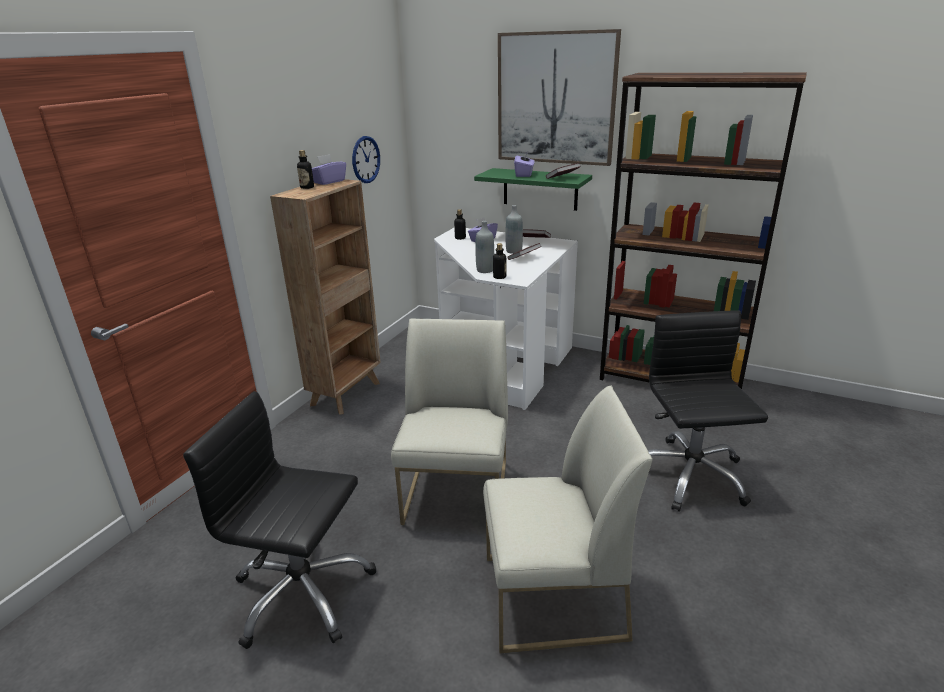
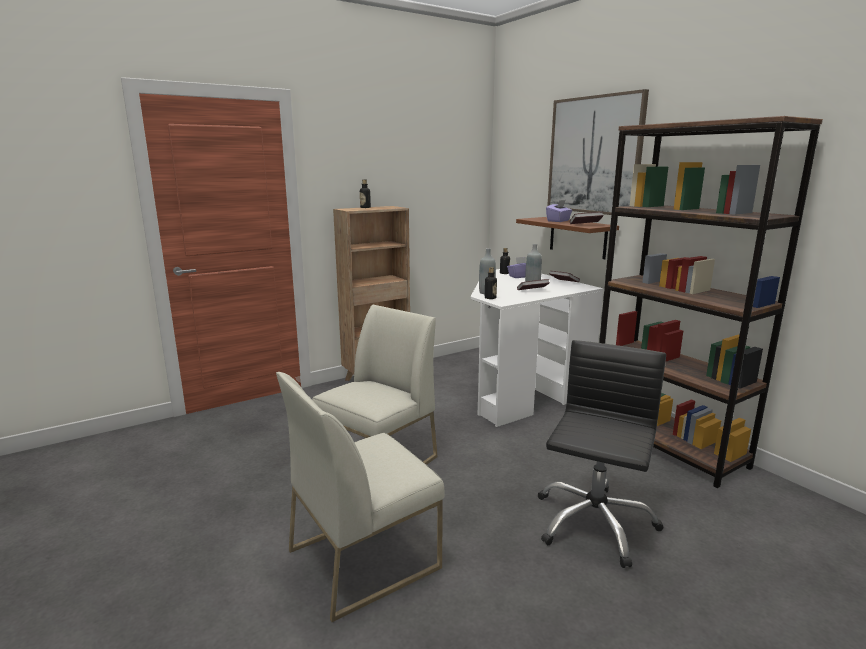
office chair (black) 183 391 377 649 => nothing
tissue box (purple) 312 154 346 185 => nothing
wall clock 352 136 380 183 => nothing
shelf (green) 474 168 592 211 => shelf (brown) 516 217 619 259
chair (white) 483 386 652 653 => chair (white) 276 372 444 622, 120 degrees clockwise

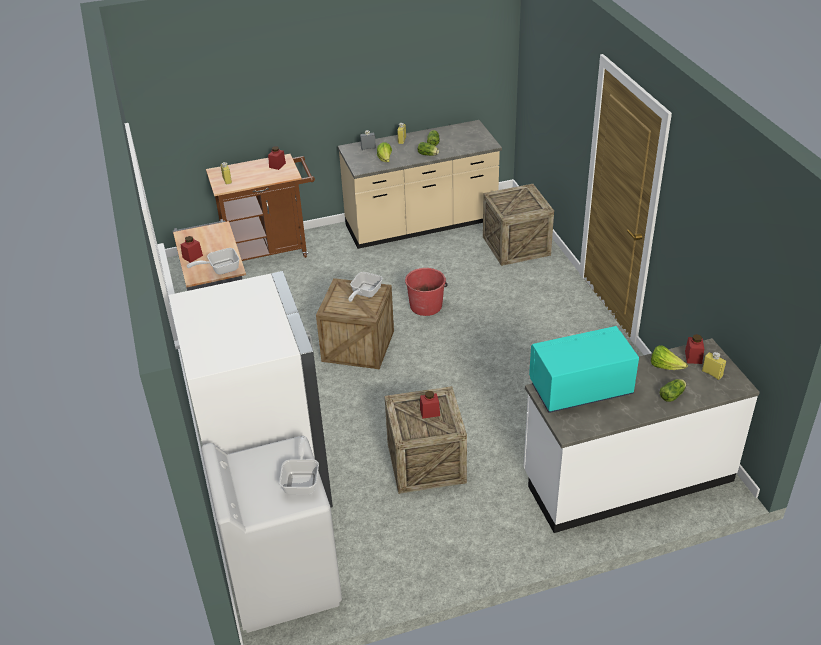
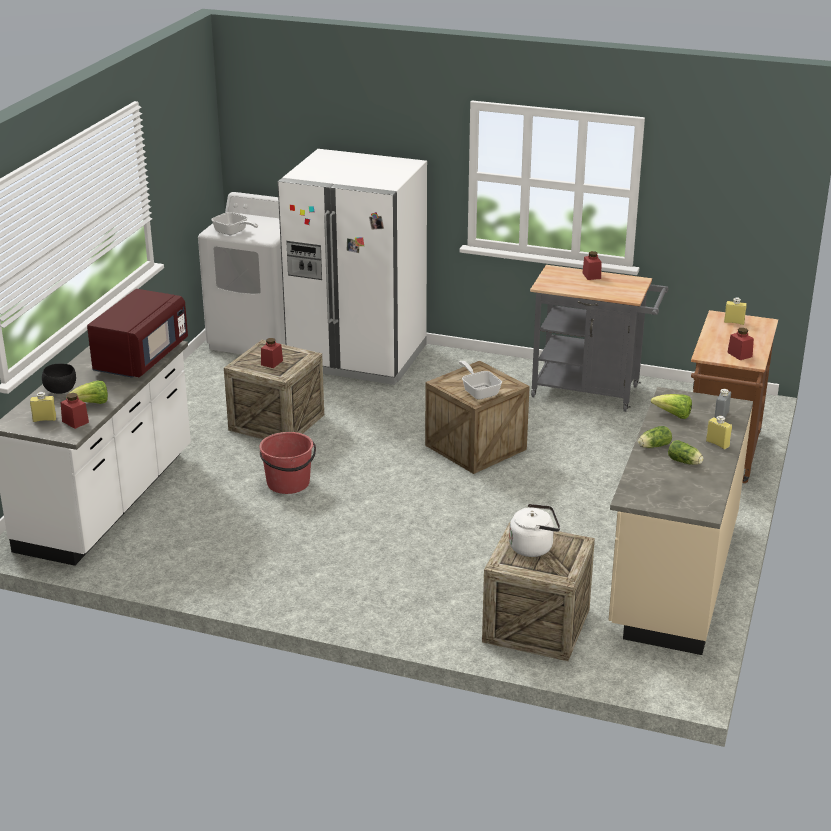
frying pan 187 248 240 275 => nothing
nothing => kettle (white) 509 504 560 557
bucket (red) 405 268 448 316 => bucket (red) 259 432 316 494, moved
lettuce 660 379 686 402 => bowl (black) 42 364 76 394
microwave (turquoise) 529 326 639 413 => microwave (red) 87 289 188 378

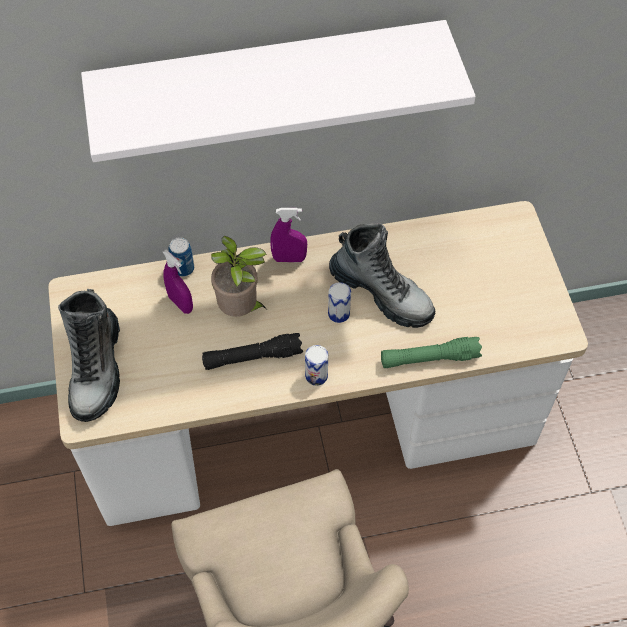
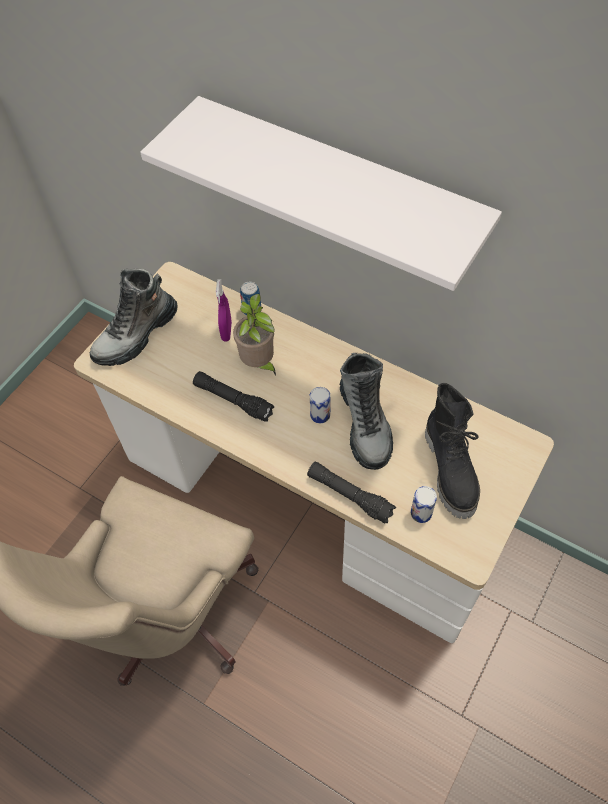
spray bottle (purple) 270 208 307 262 => nothing
nothing => boot (black) 425 383 480 519
can 305 345 328 386 => can 411 486 437 523, moved
flashlight (green) 381 337 482 368 => flashlight (black) 307 461 396 524

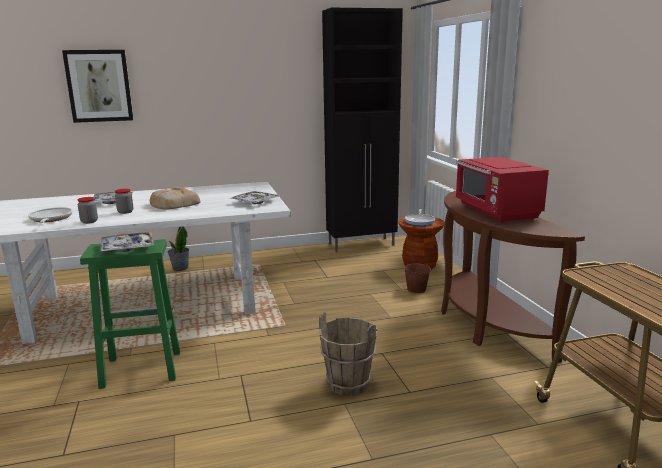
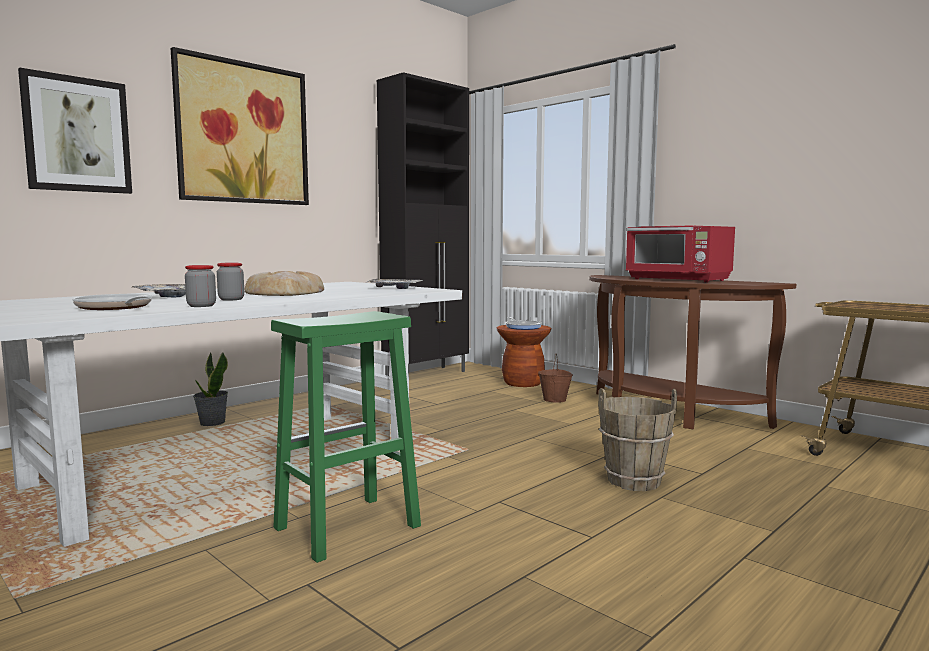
tray 101 232 154 252 => nothing
nothing => picture 171 47 309 205

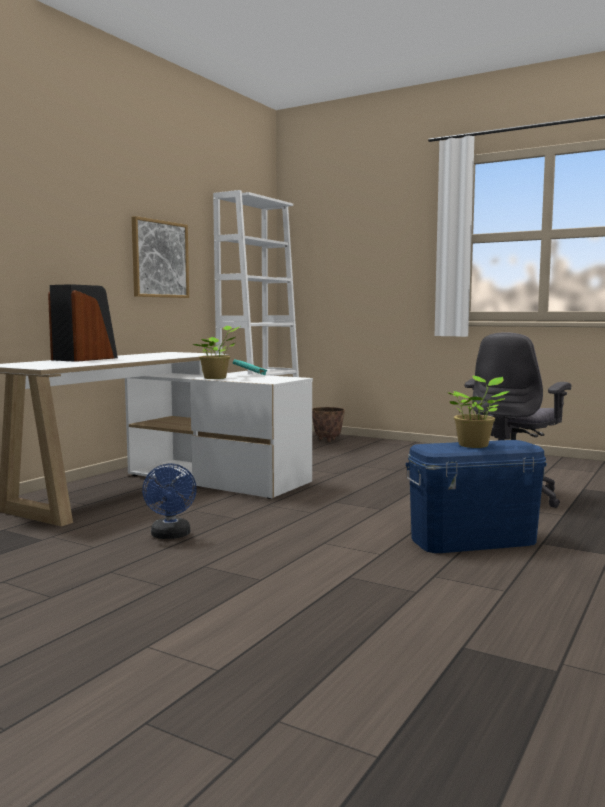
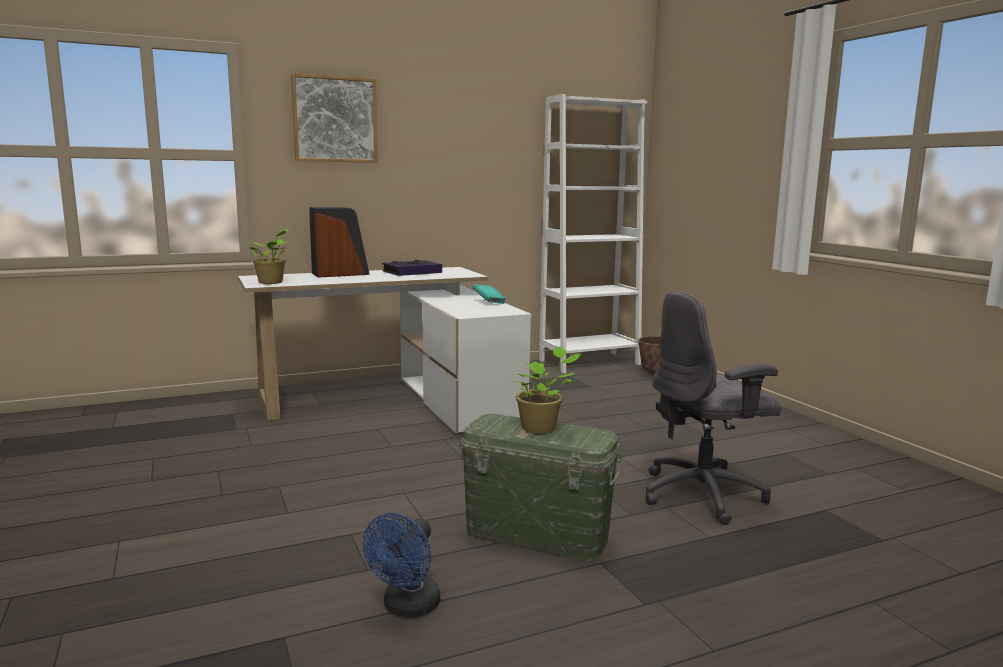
nothing => book 382 260 442 276
picture 132 216 189 298 => picture 291 73 378 163, moved
fan (blue) 142 463 197 539 => fan (blue) 363 513 440 618, moved
potted plant 193 326 241 379 => potted plant 247 228 289 284, moved
storage box (blue) 405 440 547 553 => storage box (green) 459 414 623 562

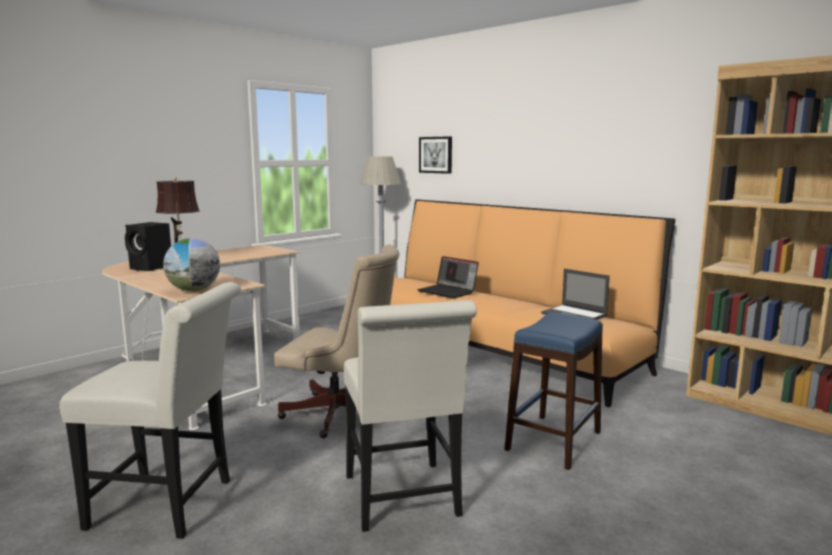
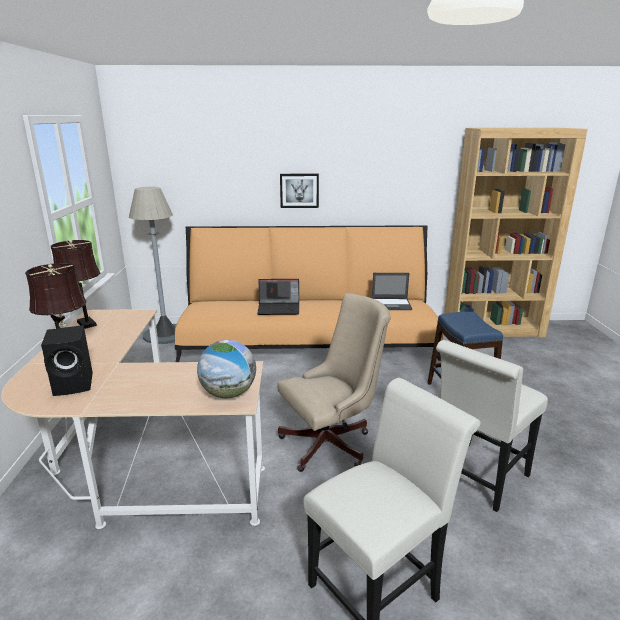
nothing => table lamp (brown) 51 240 100 329
picture 419 136 452 174 => picture 280 174 319 208, moved
chair (white) 344 300 477 532 => chair (white) 436 340 548 512, 105 degrees clockwise

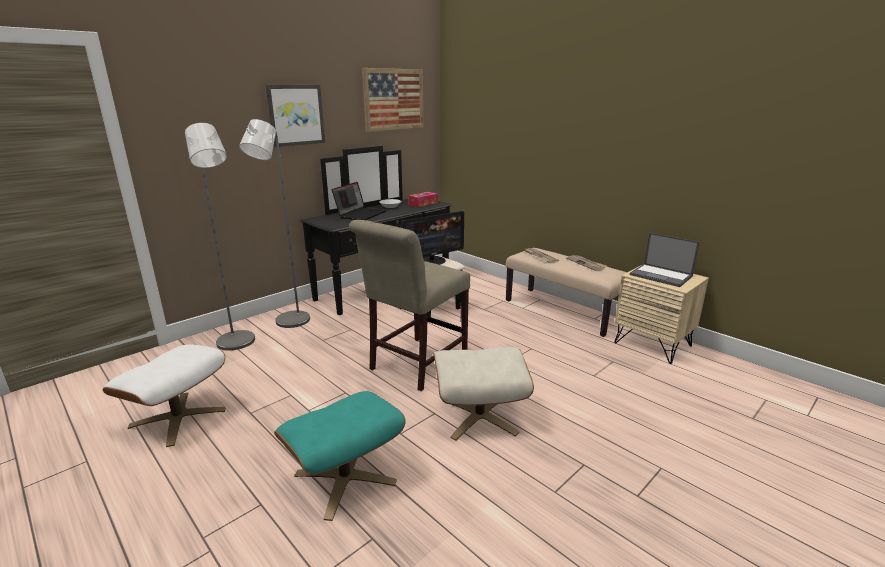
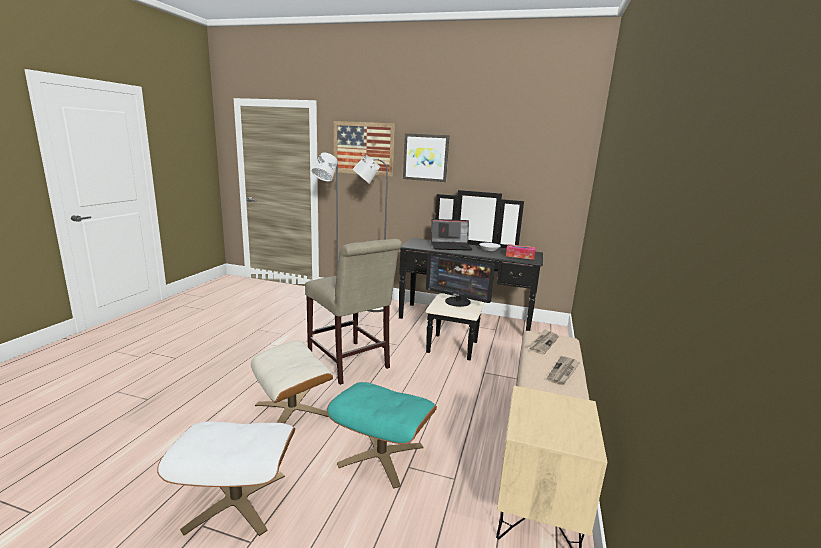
laptop 630 232 700 287 => nothing
ottoman (white) 103 345 225 447 => ottoman (white) 157 421 295 536, moved
ottoman (turquoise) 274 391 406 521 => ottoman (turquoise) 327 382 437 489, moved
picture 362 68 424 132 => picture 333 121 395 177, moved
chair (beige) 349 220 470 391 => chair (beige) 305 239 402 385, 135 degrees counterclockwise

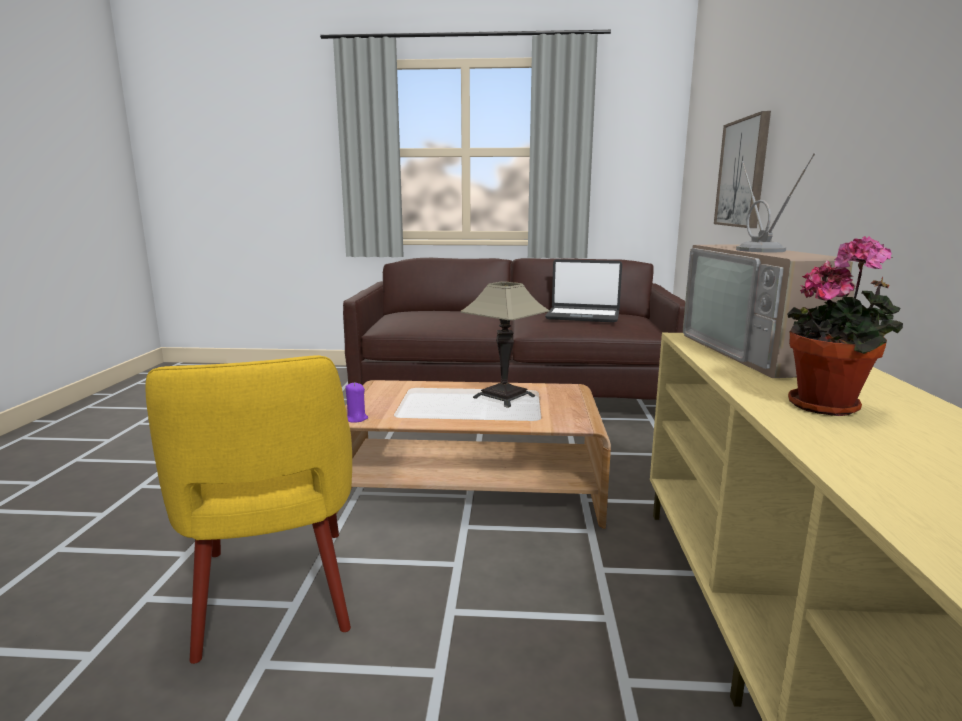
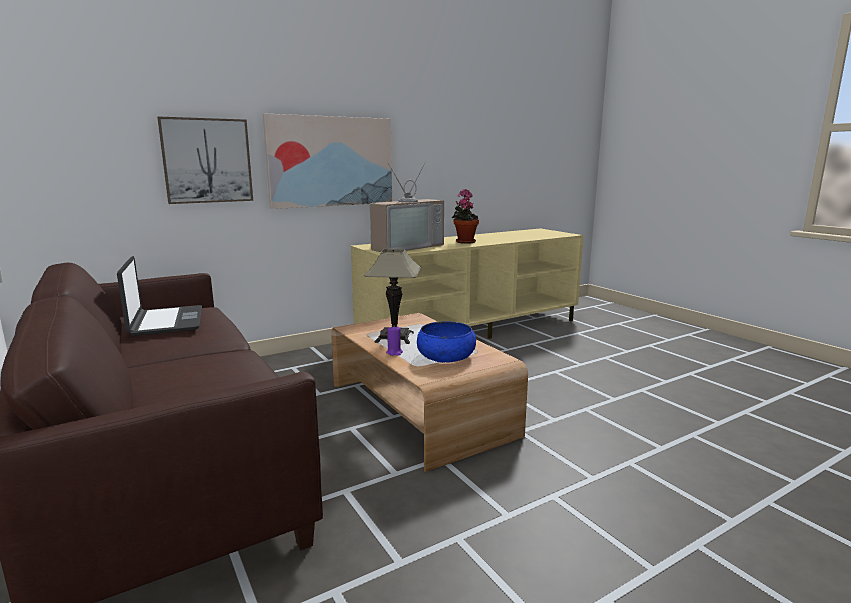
armchair (yellow) 145 355 352 664 => nothing
nothing => picture 263 113 392 209
nothing => bowl (blue) 417 321 476 363
candle (purple) 345 383 368 423 => candle (purple) 386 327 403 356, moved

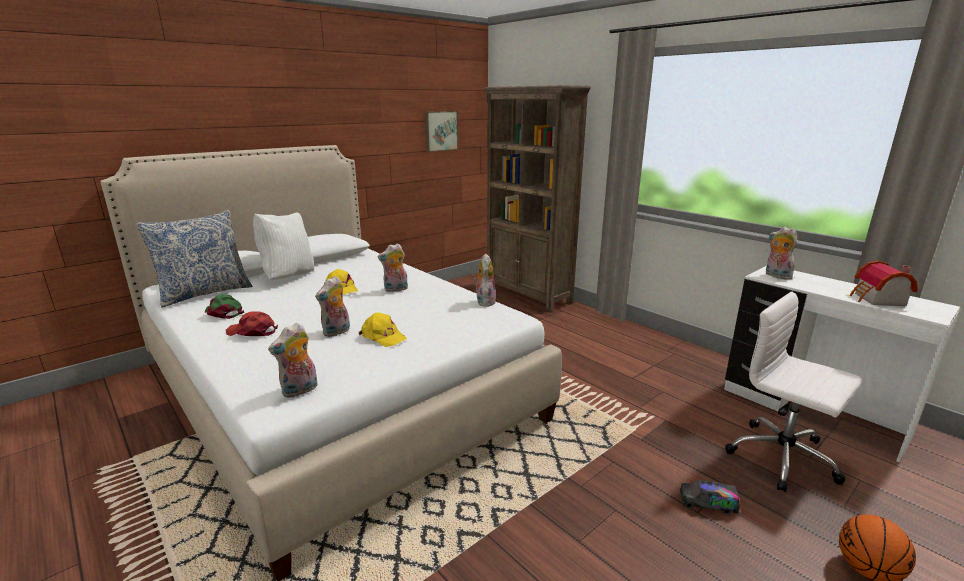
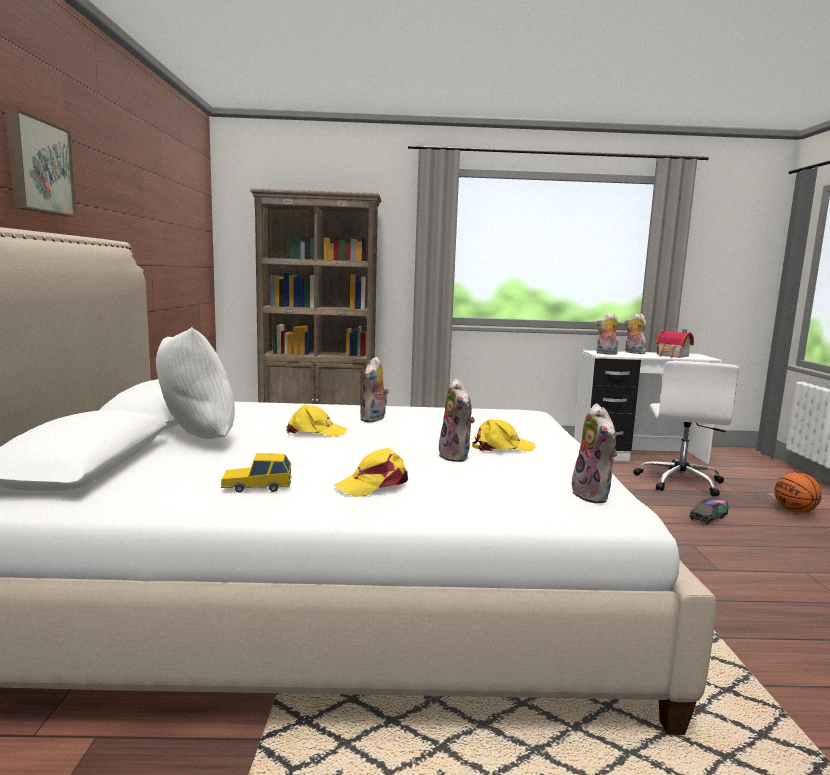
pillow 136 210 252 308 => nothing
picture 425 111 458 152 => picture 5 108 76 217, moved
plush toy 473 254 496 307 => plush toy 625 314 647 354, moved
cap (green) 205 294 244 319 => toy car 221 453 291 492
cap (red) 226 311 278 336 => cap (yellow) 333 448 408 497
office chair (white) 725 291 862 492 => office chair (white) 634 361 739 496, 75 degrees counterclockwise

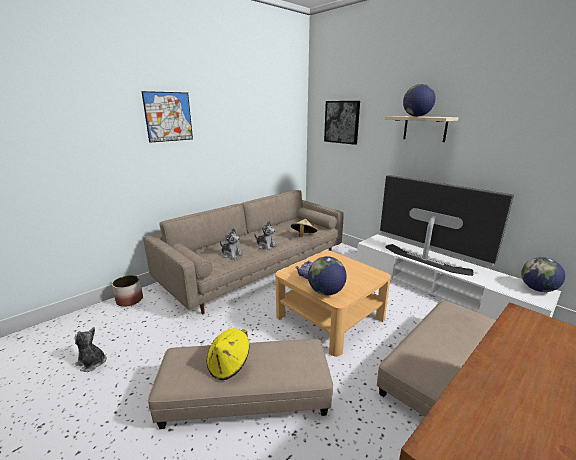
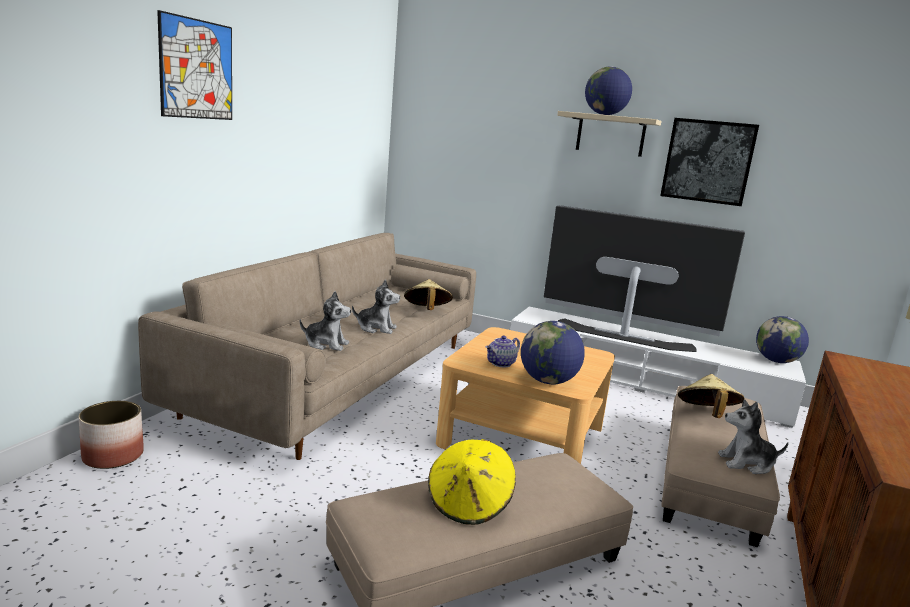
nothing => hat (beige) 678 374 745 418
plush toy 75 327 107 372 => plush toy 718 400 789 474, moved
picture 324 101 360 145 => picture 660 118 759 206, moved

